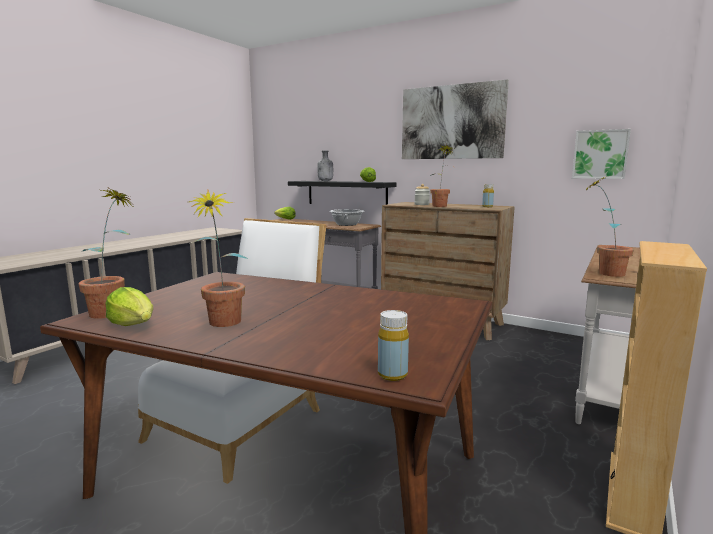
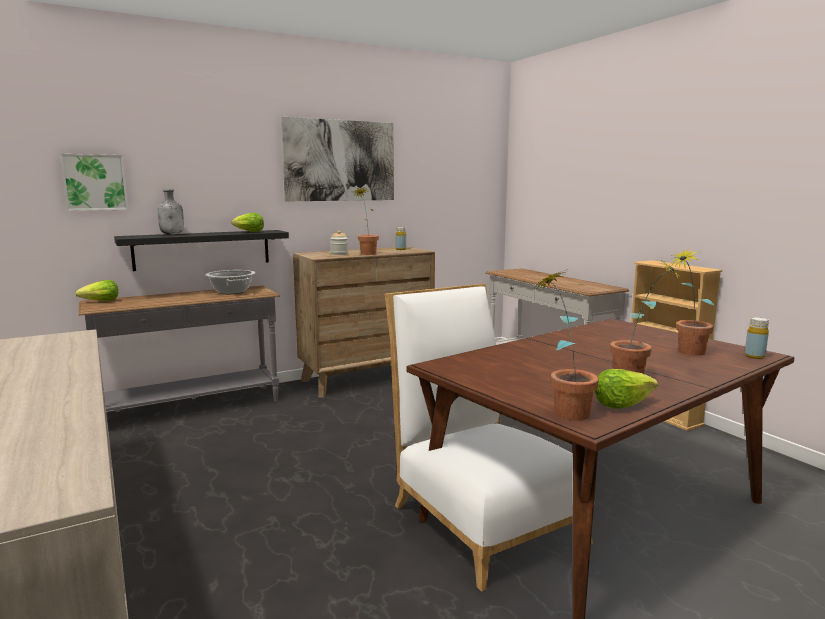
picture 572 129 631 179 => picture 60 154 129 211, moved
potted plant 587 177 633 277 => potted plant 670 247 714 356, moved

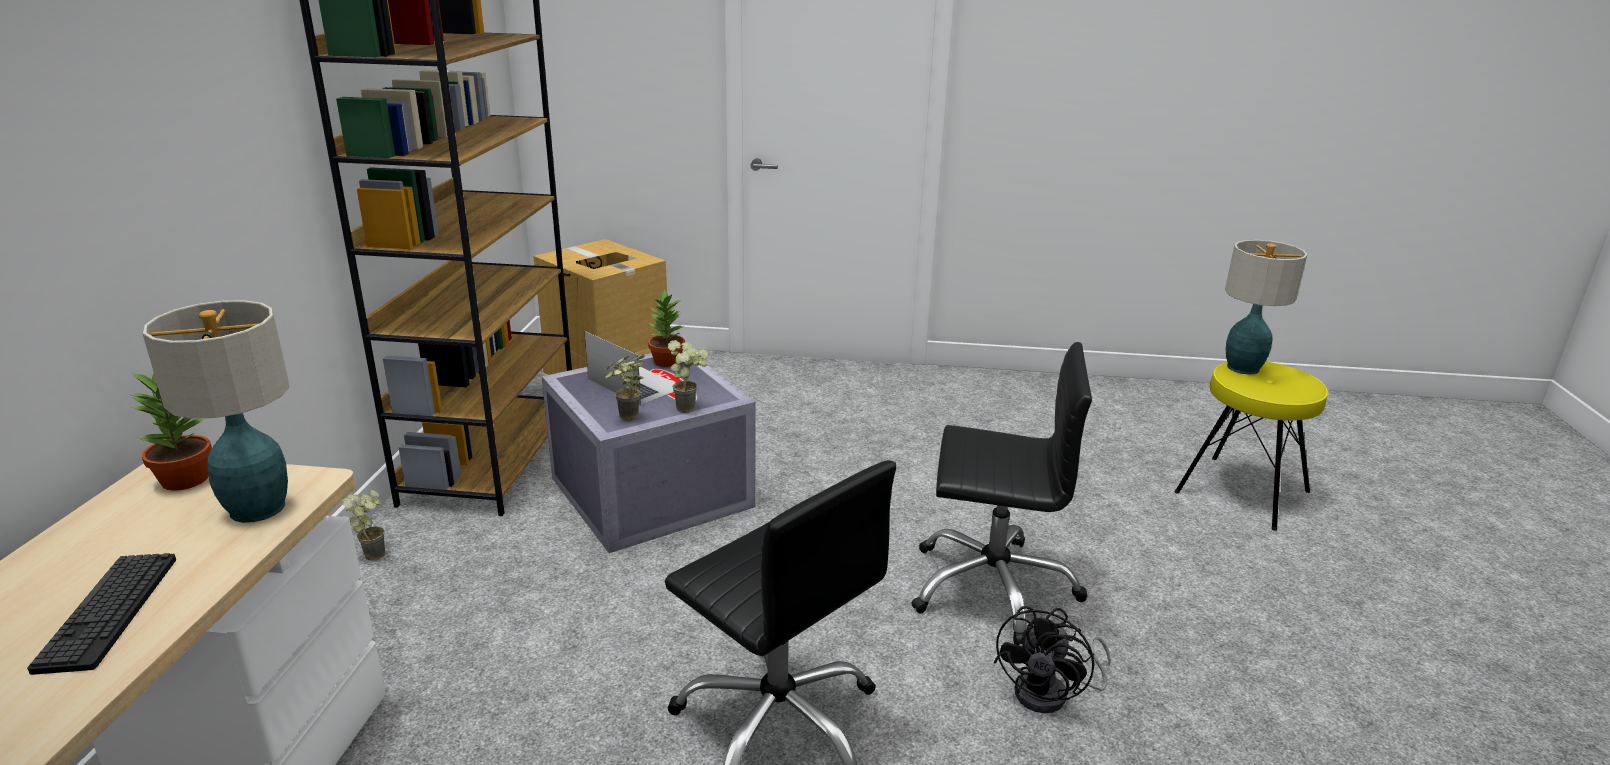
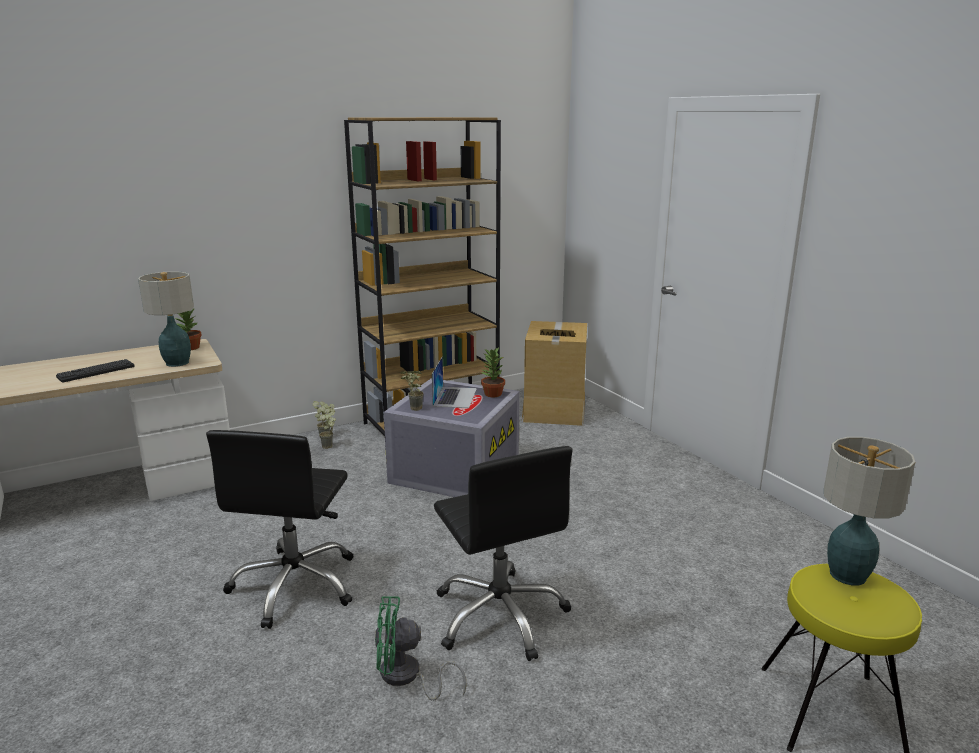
potted plant 668 340 708 413 => potted plant 319 408 336 449, moved
fan (black) 994 606 1111 713 => fan (green) 375 596 466 701

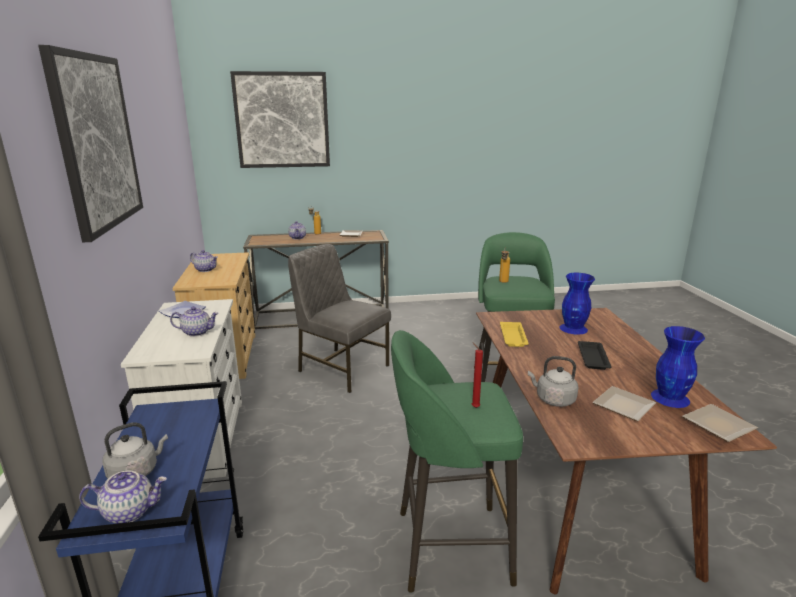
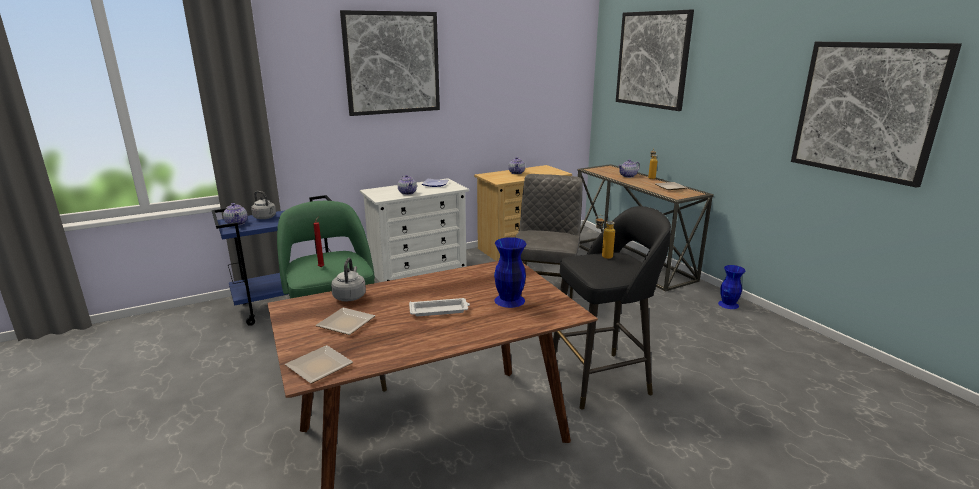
tray (yellow) 500 322 529 347 => nothing
nothing => picture 791 42 962 188
vase (blue) 651 326 705 408 => vase (blue) 718 265 745 309, moved
stool (green) 474 232 555 382 => stool (black) 553 206 671 410
tray (black) 578 341 612 370 => tray (white) 409 298 470 316

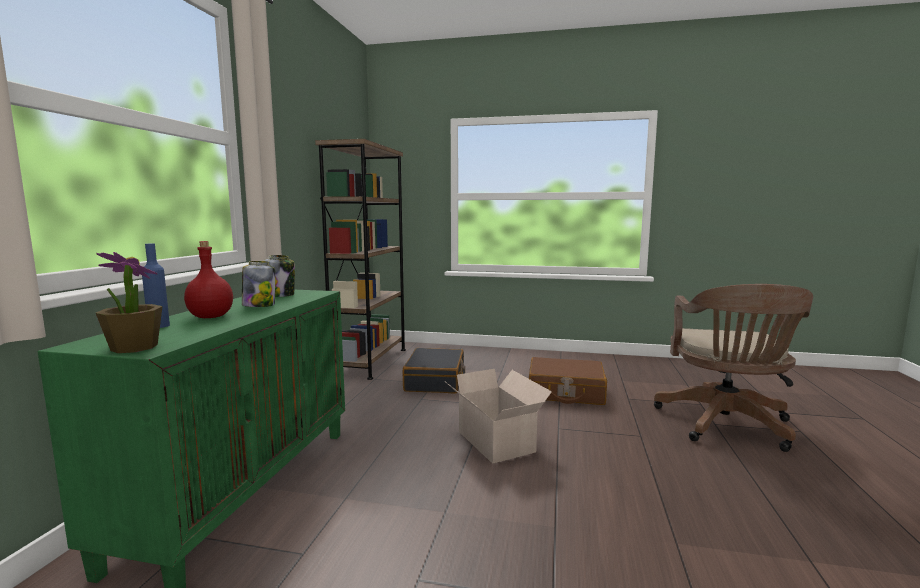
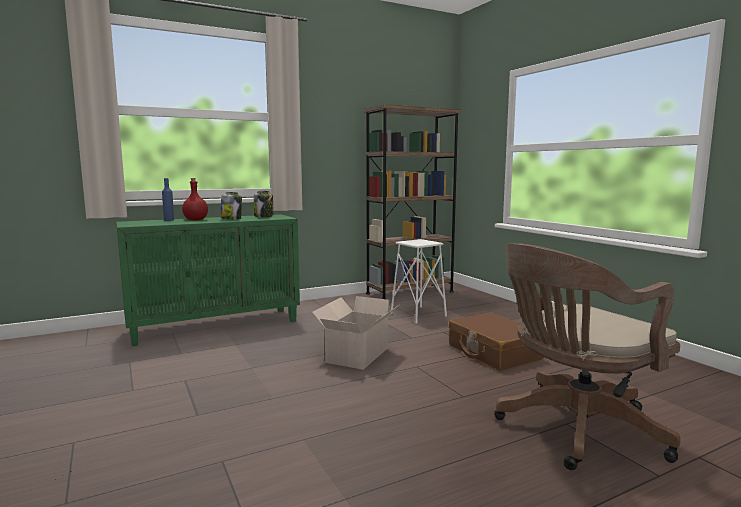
potted plant 96 252 163 353 => nothing
suitcase (black) 402 348 465 393 => stool (white) 391 239 447 324

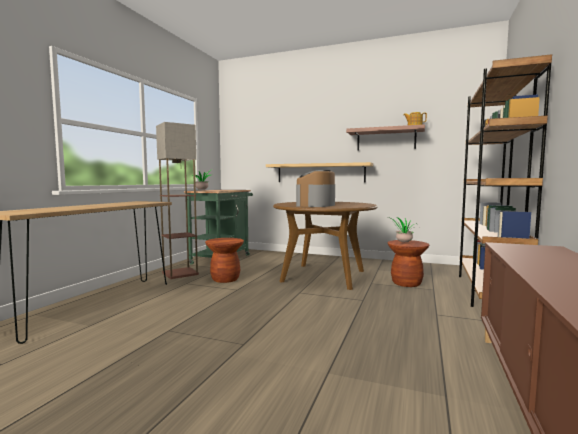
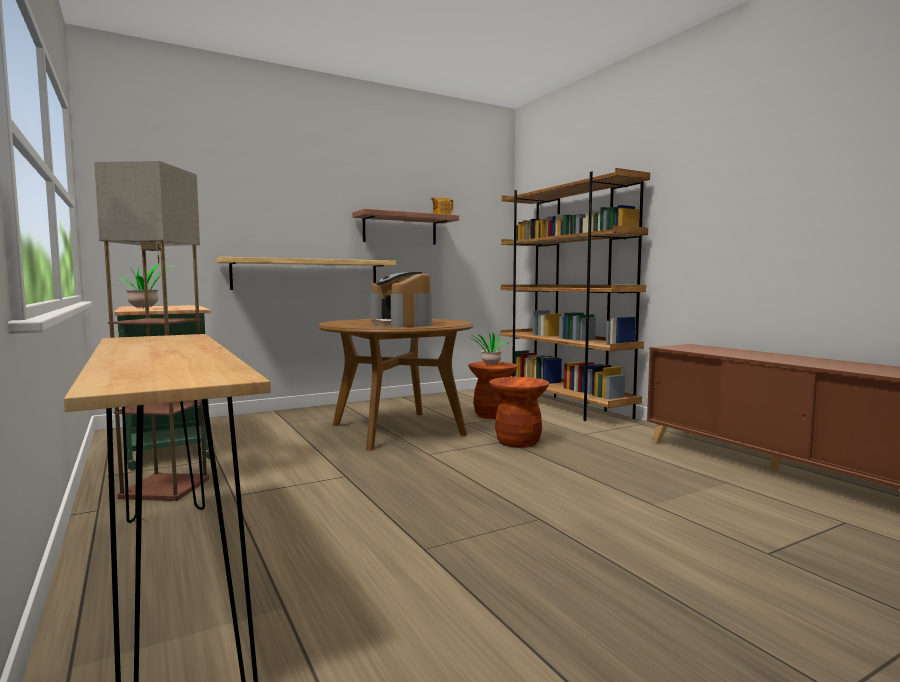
stool (brown) 205 238 244 283 => stool (brown) 489 377 549 448, moved

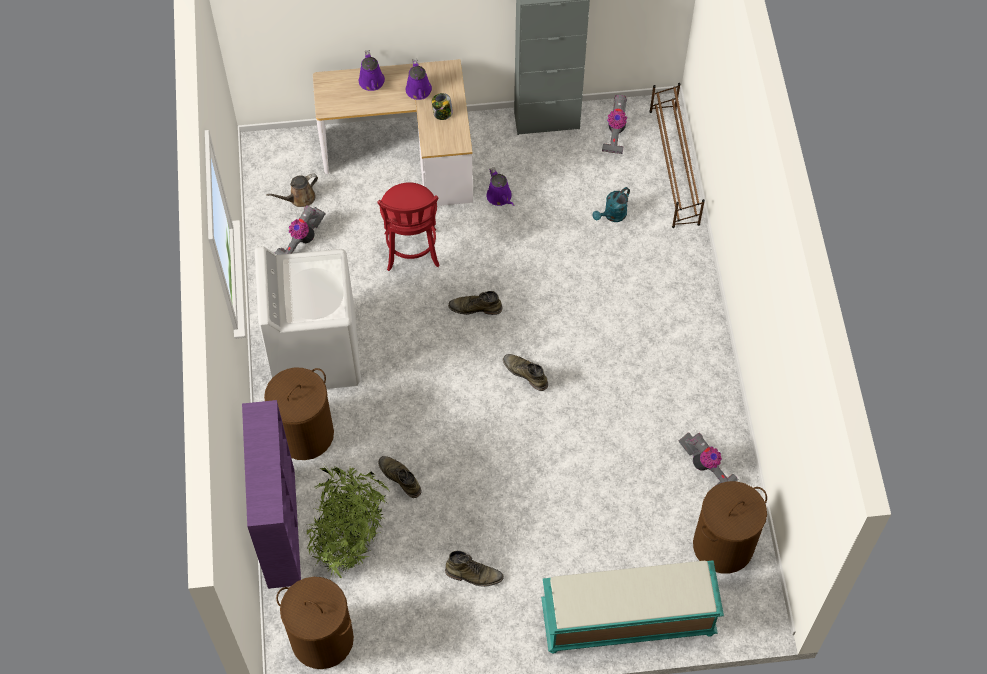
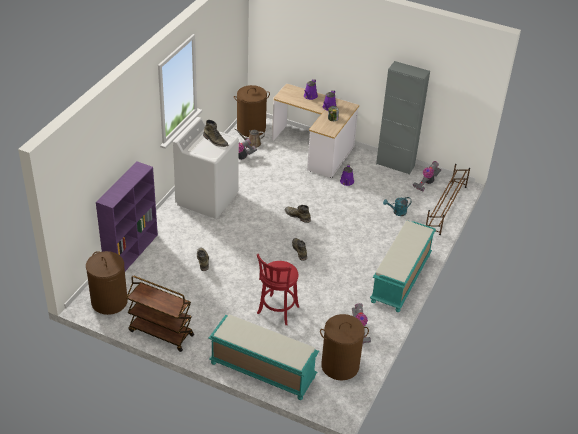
potted plant 306 466 390 578 => nothing
nothing => cart (brown) 126 276 194 352
nothing => bench (turquoise) 370 220 436 312
laundry basket (brown) 264 367 334 460 => laundry basket (brown) 234 85 270 137, moved
stool (red) 377 182 440 271 => stool (red) 257 254 299 325, moved
boot (green) 445 551 504 587 => boot (green) 203 120 228 147, moved

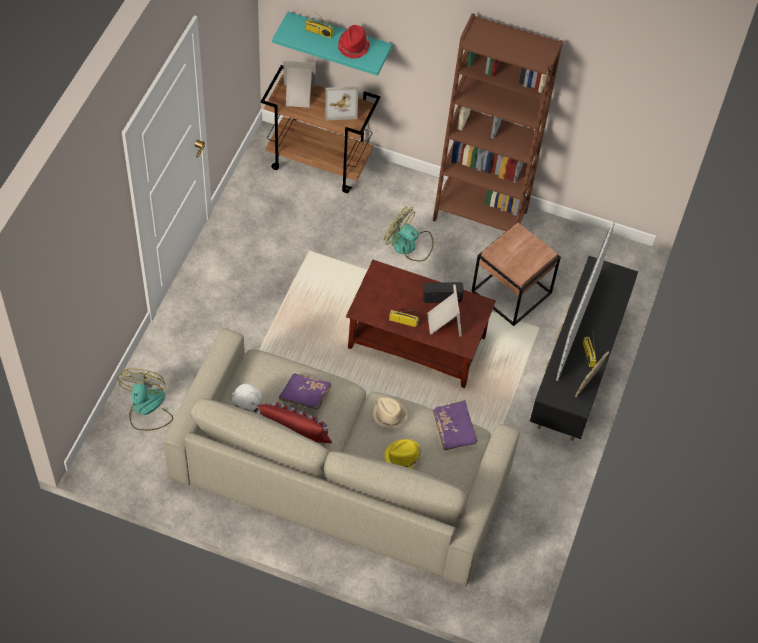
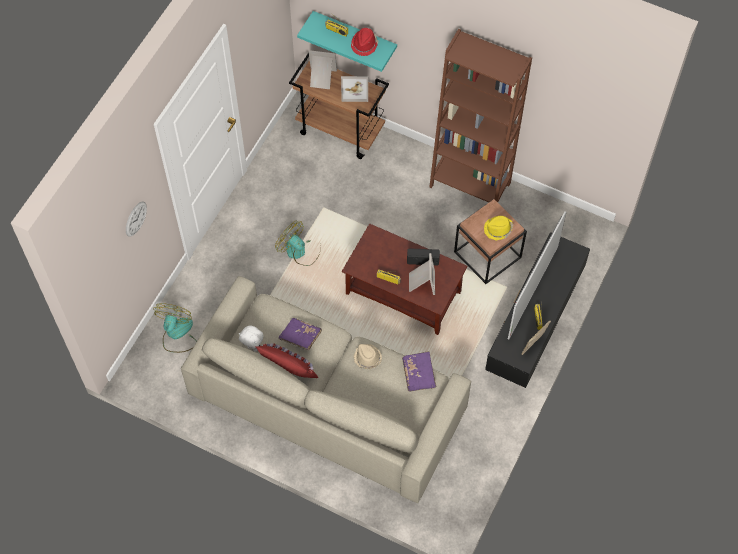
nothing => wall clock 126 202 147 237
fan 384 206 434 262 => fan 275 221 321 266, moved
hat (yellow) 384 439 422 469 => hat (yellow) 484 216 513 240, moved

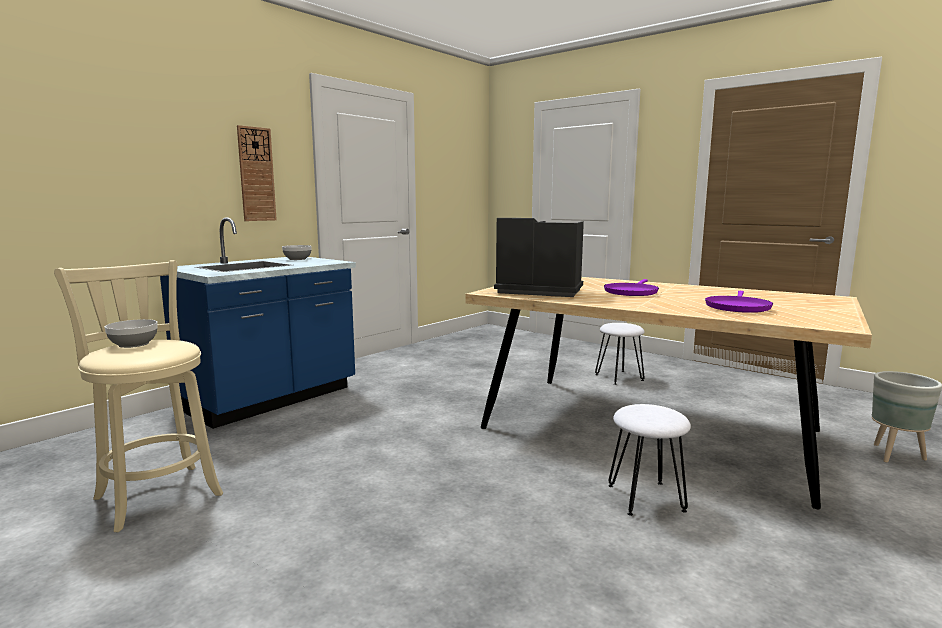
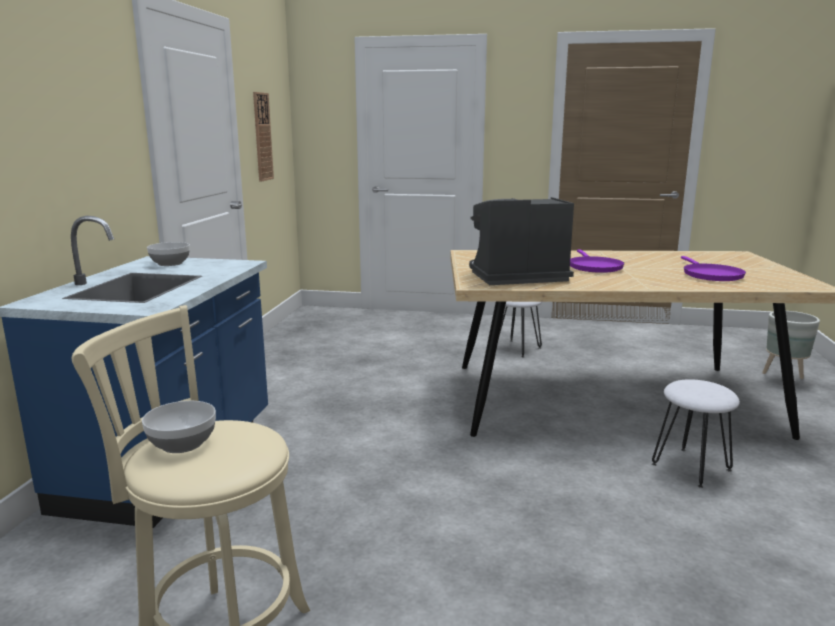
wall clock 237 125 277 221 => wall clock 253 92 274 182, moved

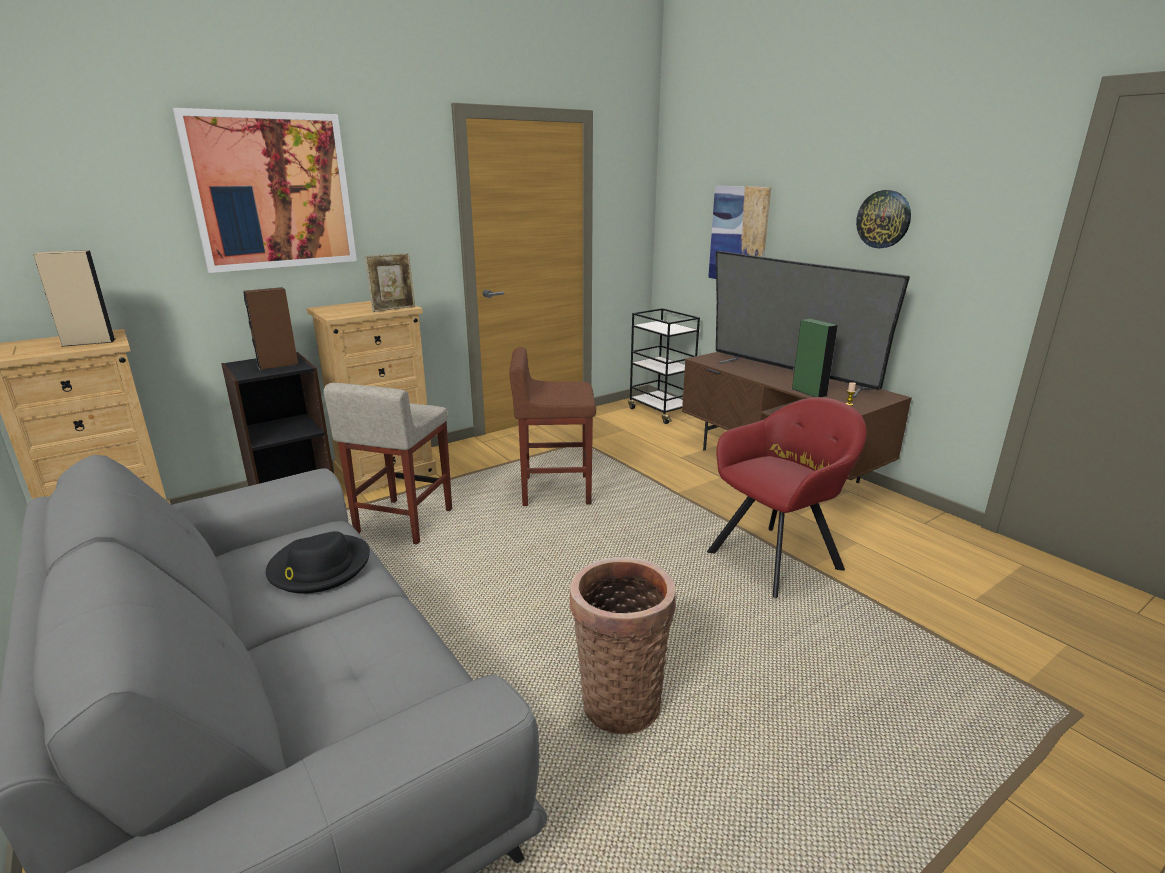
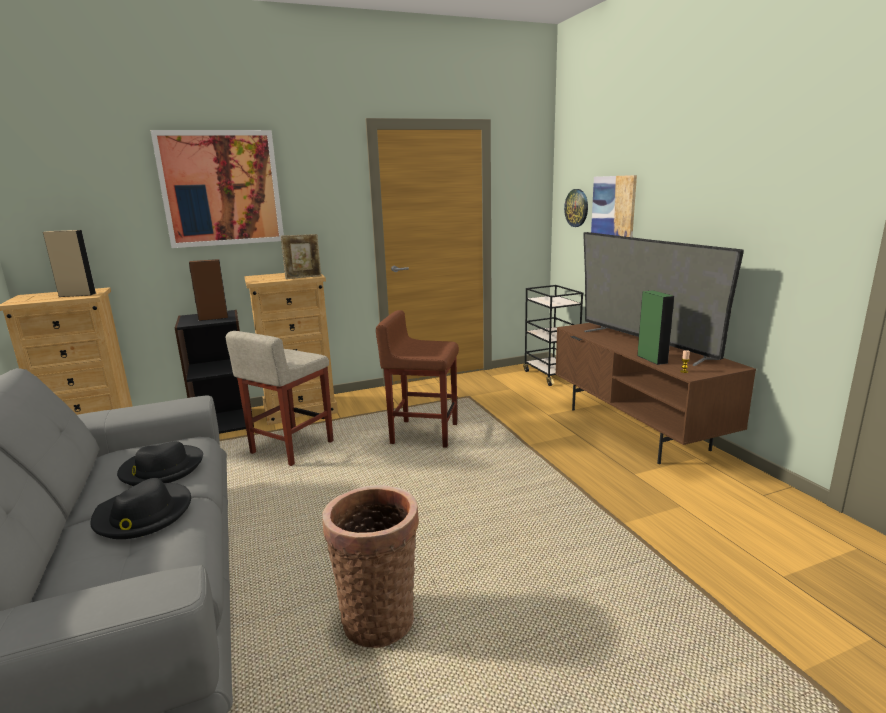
armchair (red) 707 397 867 598 => nothing
nothing => hat (black) 90 478 191 539
wall clock 856 190 911 249 => wall clock 564 189 588 227, moved

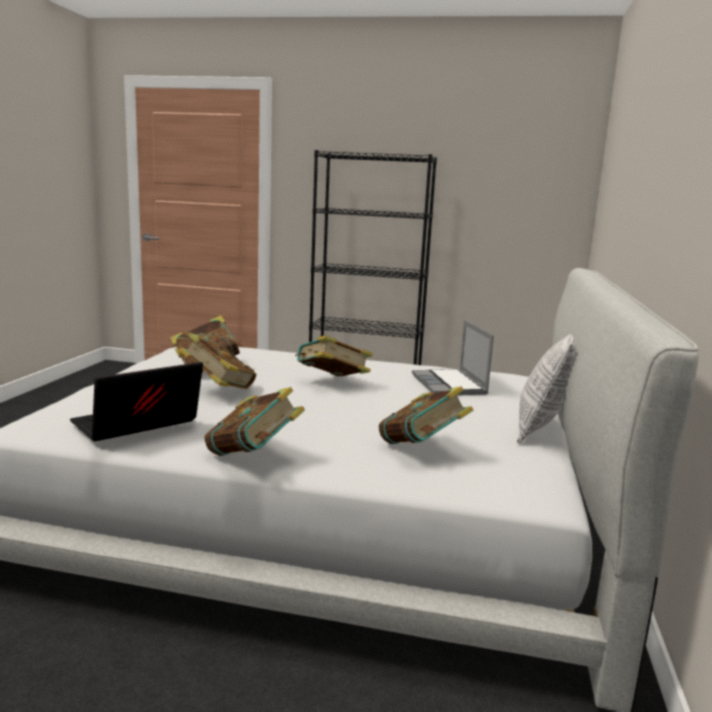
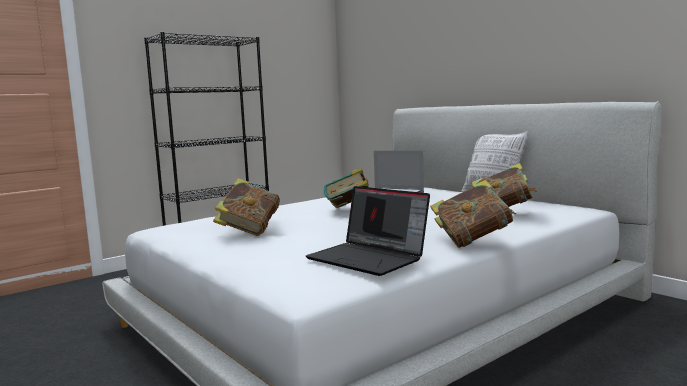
book 178 333 257 389 => nothing
laptop 70 362 203 441 => laptop 306 186 430 276, 45 degrees counterclockwise

